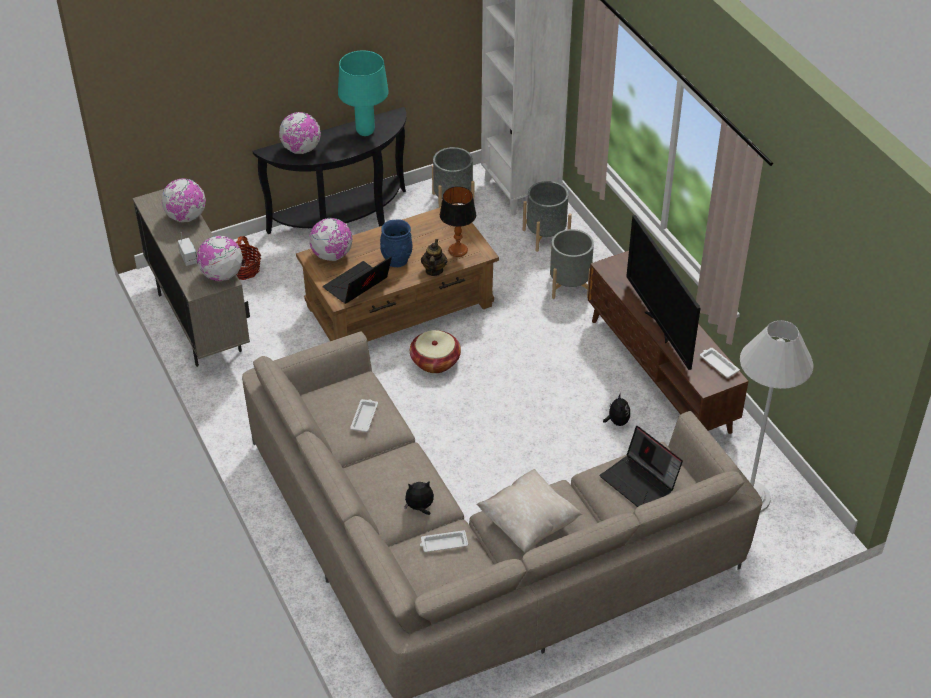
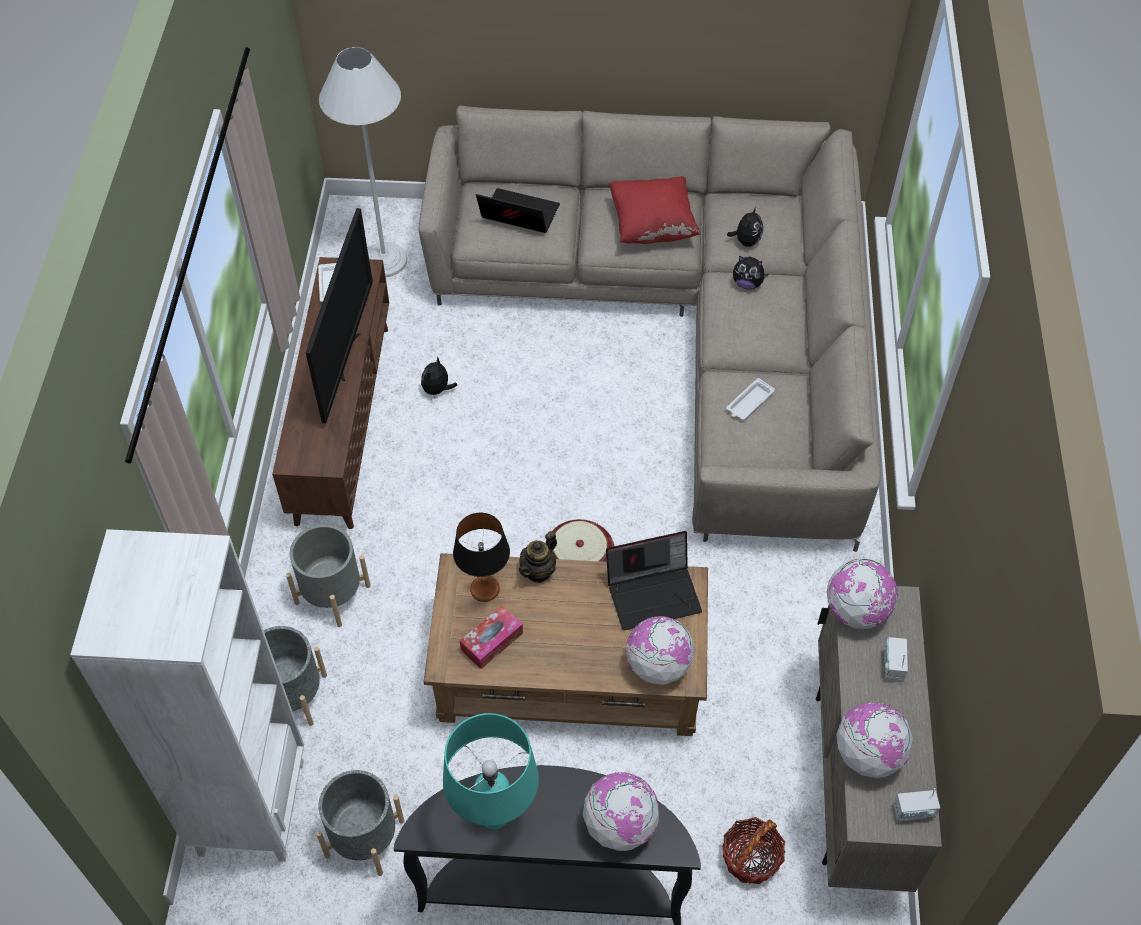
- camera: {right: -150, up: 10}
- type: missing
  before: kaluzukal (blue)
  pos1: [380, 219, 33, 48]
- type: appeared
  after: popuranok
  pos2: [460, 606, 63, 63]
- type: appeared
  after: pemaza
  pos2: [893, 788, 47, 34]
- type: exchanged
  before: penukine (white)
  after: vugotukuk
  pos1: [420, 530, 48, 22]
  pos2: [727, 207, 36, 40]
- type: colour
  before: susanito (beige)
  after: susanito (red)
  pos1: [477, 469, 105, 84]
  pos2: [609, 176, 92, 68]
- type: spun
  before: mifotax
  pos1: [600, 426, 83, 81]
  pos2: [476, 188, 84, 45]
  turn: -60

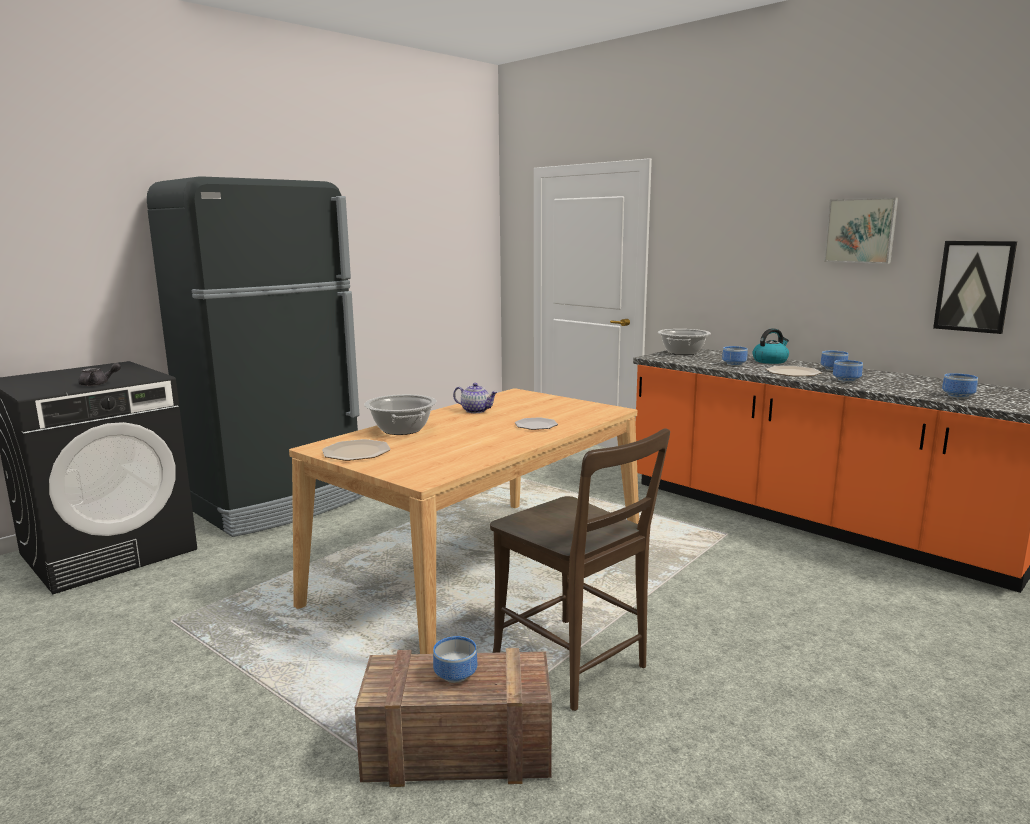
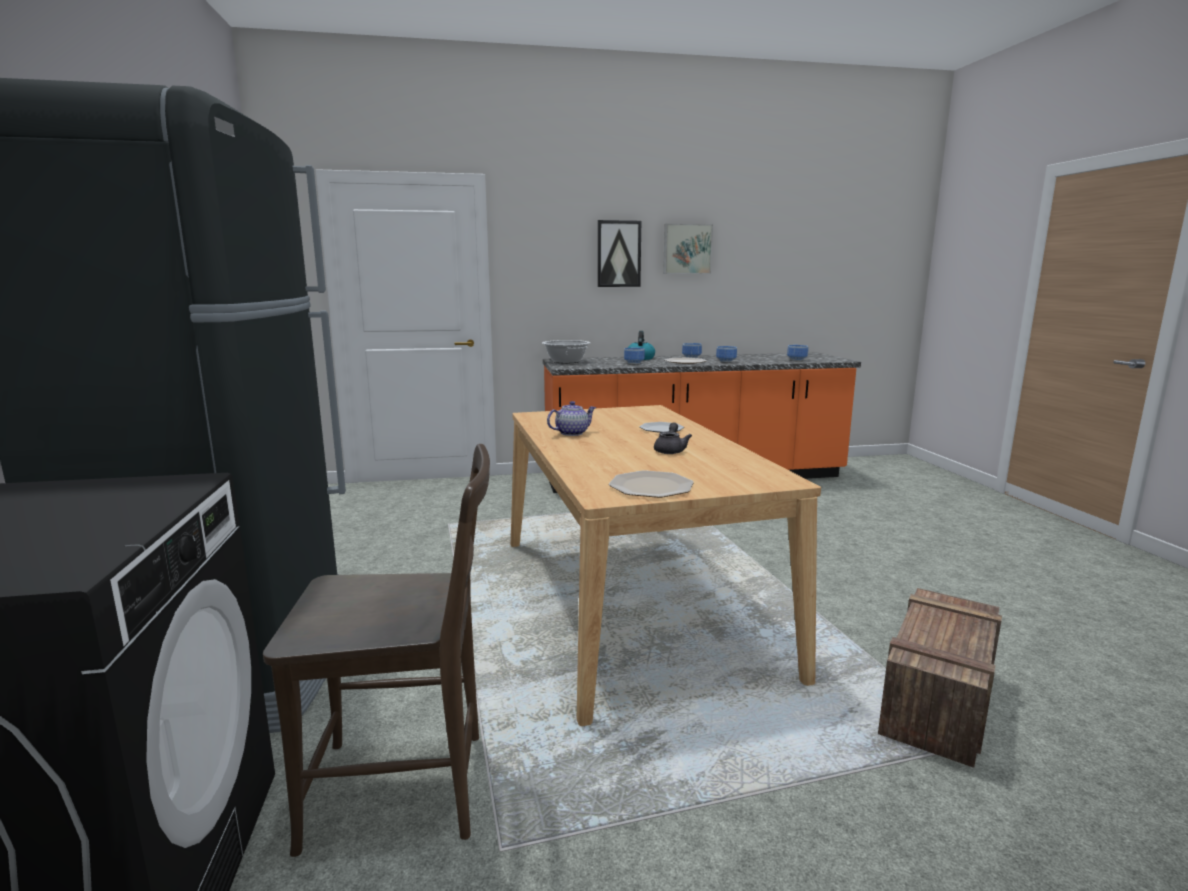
- camera: {right: -55, up: 0}
- type: missing
  before: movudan
  pos1: [364, 394, 73, 41]
- type: missing
  before: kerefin
  pos1: [433, 636, 44, 47]
- type: relocated
  before: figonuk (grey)
  pos1: [78, 363, 43, 23]
  pos2: [654, 422, 38, 32]
- type: relocated
  before: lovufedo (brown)
  pos1: [490, 428, 180, 283]
  pos2: [263, 444, 227, 413]
- type: relocated
  before: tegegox
  pos1: [933, 241, 84, 93]
  pos2: [597, 220, 44, 67]

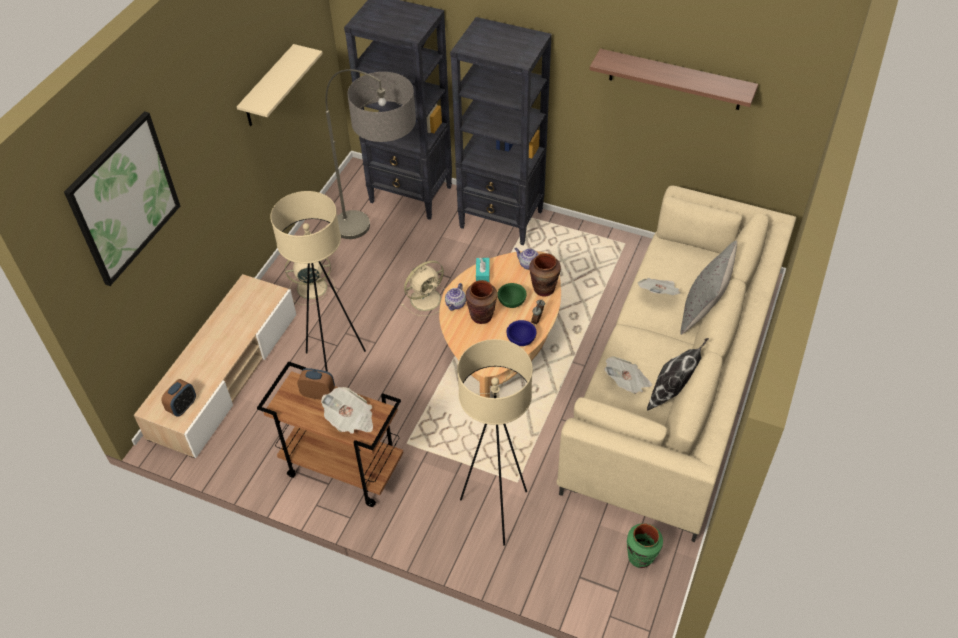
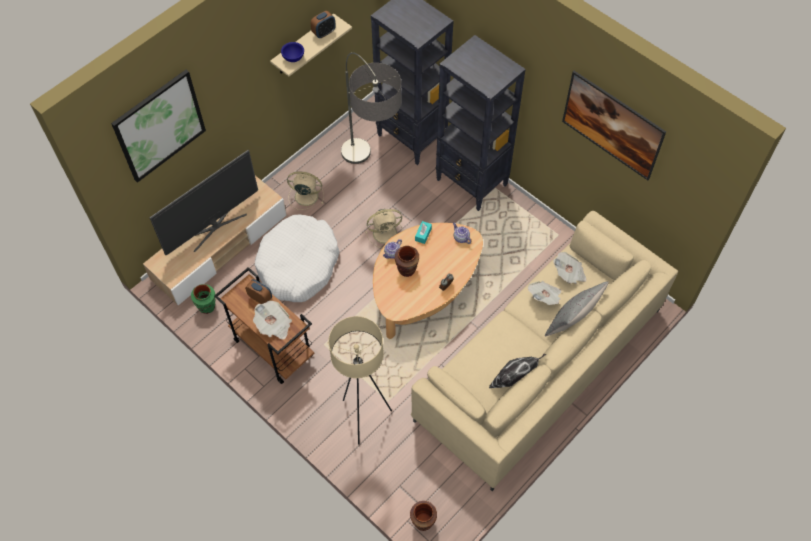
- camera: {right: 20, up: 10}
- type: missing
  before: kerefin (green)
  pos1: [497, 283, 30, 25]
- type: appeared
  after: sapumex
  pos2: [150, 150, 108, 105]
- type: relocated
  before: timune
  pos1: [161, 379, 35, 38]
  pos2: [311, 11, 25, 27]
- type: relocated
  before: kerefin (blue)
  pos1: [507, 320, 30, 26]
  pos2: [281, 42, 23, 20]
- type: relocated
  before: kaluzukal (brown)
  pos1: [529, 253, 32, 43]
  pos2: [410, 501, 27, 30]
- type: relocated
  before: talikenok
  pos1: [604, 356, 48, 38]
  pos2: [553, 252, 34, 32]
- type: relocated
  before: kaluzukal (green)
  pos1: [627, 523, 36, 45]
  pos2: [191, 284, 24, 30]
- type: exchanged
  before: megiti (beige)
  after: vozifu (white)
  pos1: [270, 191, 96, 181]
  pos2: [255, 215, 84, 87]
- type: exchanged
  before: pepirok
  after: tegegox
  pos1: [590, 49, 168, 61]
  pos2: [562, 71, 104, 109]

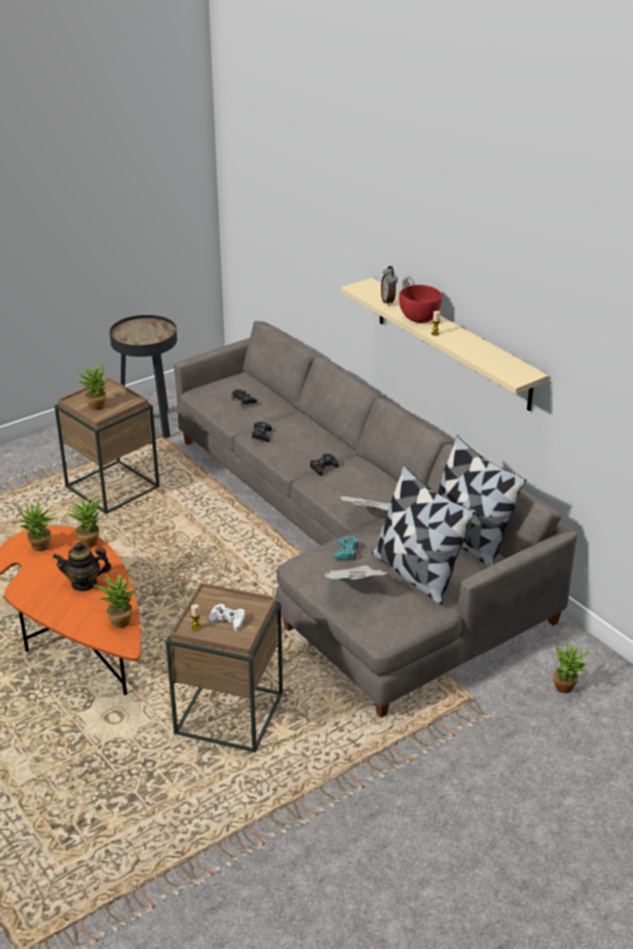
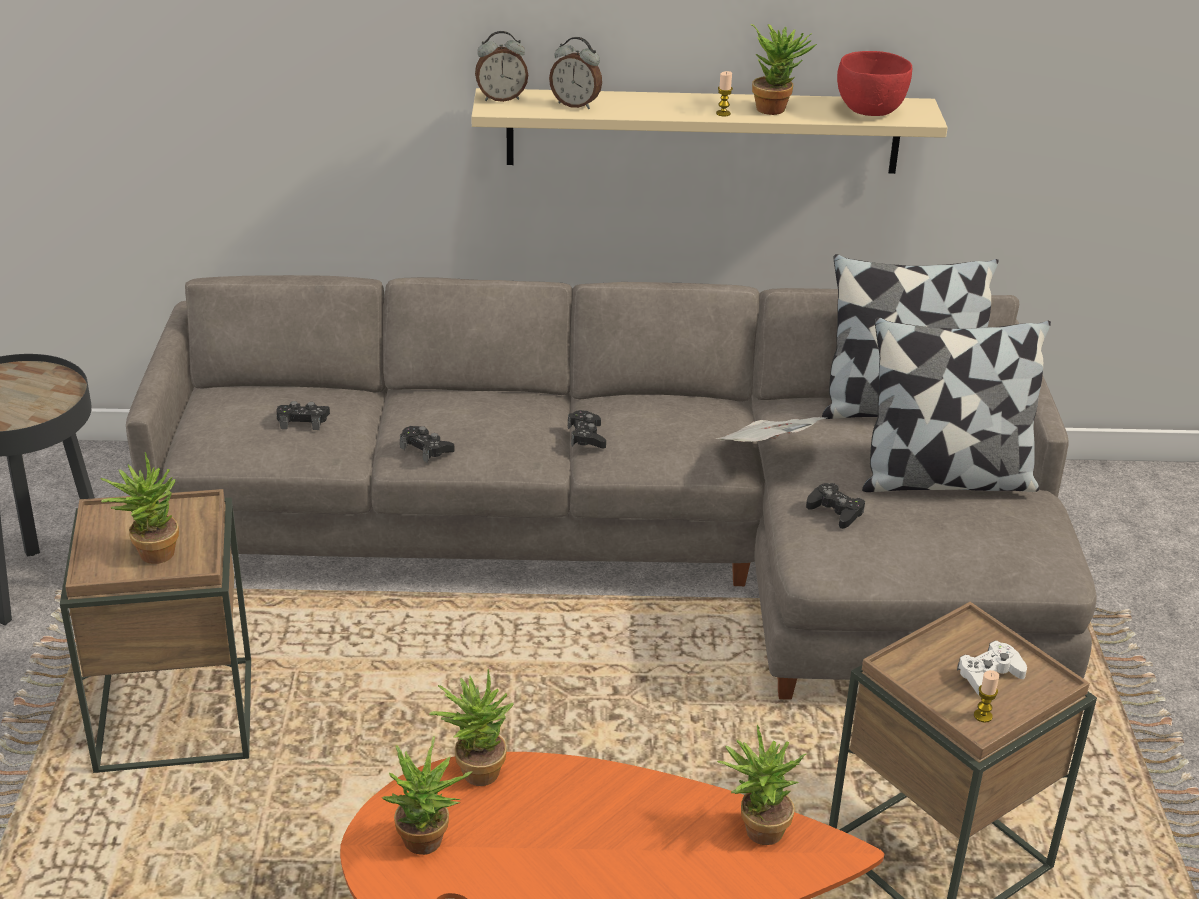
- camera: {right: -55, up: 0}
- type: missing
  before: figonuk
  pos1: [53, 542, 59, 49]
- type: missing
  before: talikenok
  pos1: [324, 566, 63, 14]
- type: appeared
  after: timune
  pos2: [475, 31, 53, 71]
- type: relocated
  before: kerefin (red)
  pos1: [399, 285, 43, 38]
  pos2: [837, 51, 75, 65]
- type: relocated
  before: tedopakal
  pos1: [553, 638, 41, 55]
  pos2: [751, 24, 66, 91]
- type: colour
  before: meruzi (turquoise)
  after: meruzi (black)
  pos1: [334, 537, 24, 23]
  pos2: [806, 483, 59, 46]

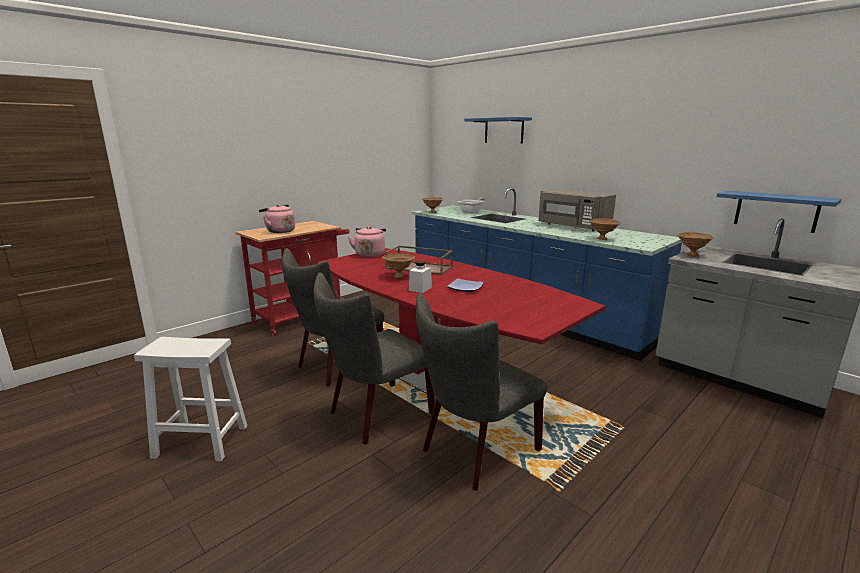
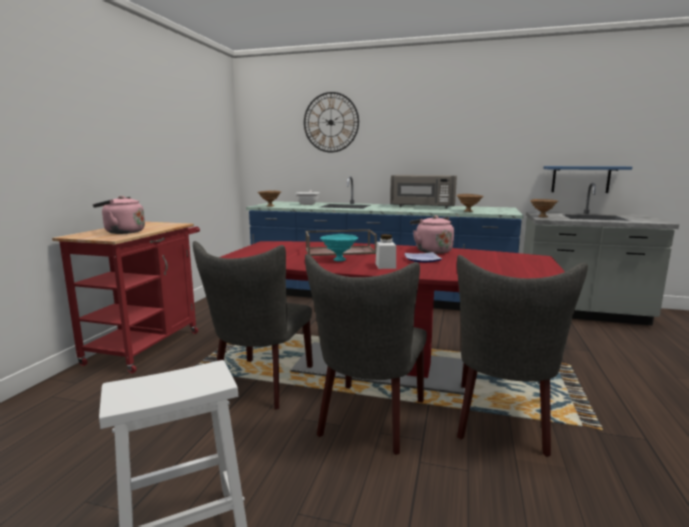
- camera: {right: -30, up: -5}
- type: relocated
  before: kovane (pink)
  pos1: [348, 226, 38, 32]
  pos2: [410, 216, 44, 38]
- type: exchanged
  before: pepirok (blue)
  after: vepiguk
  pos1: [464, 117, 68, 26]
  pos2: [304, 92, 55, 61]
- type: colour
  before: kerefin (brown)
  after: kerefin (turquoise)
  pos1: [382, 253, 33, 25]
  pos2: [320, 234, 38, 27]

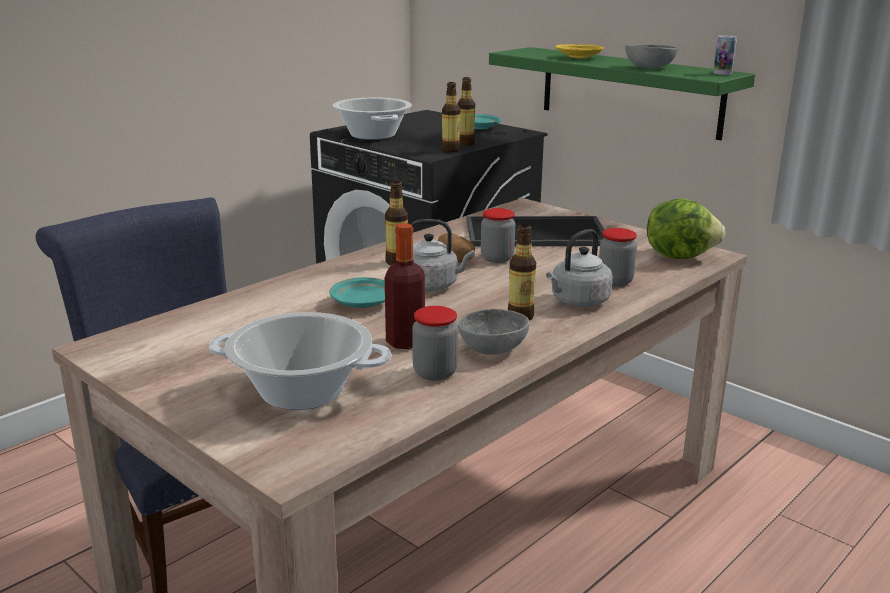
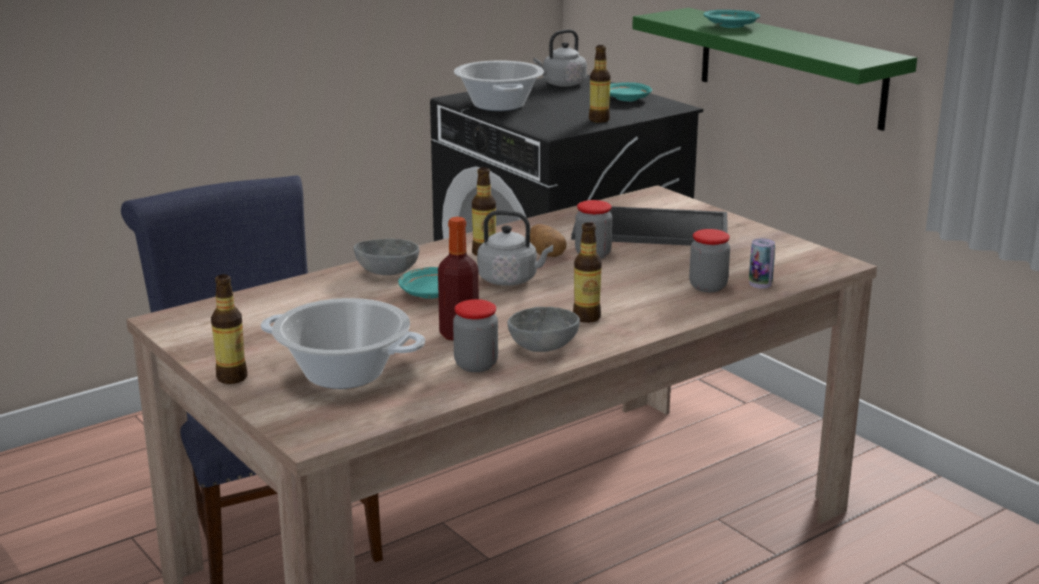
- camera: {right: 10, up: 0}
- type: missing
  before: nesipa
  pos1: [647, 198, 78, 61]
- type: relocated
  before: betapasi
  pos1: [441, 82, 19, 71]
  pos2: [211, 274, 36, 110]
- type: relocated
  before: kovane (grey)
  pos1: [546, 229, 67, 78]
  pos2: [533, 29, 54, 58]
- type: relocated
  before: kerefin (grey)
  pos1: [625, 45, 53, 23]
  pos2: [354, 239, 65, 36]
- type: relocated
  before: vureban
  pos1: [714, 35, 23, 40]
  pos2: [749, 238, 26, 50]
- type: colour
  before: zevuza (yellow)
  after: zevuza (turquoise)
  pos1: [555, 44, 49, 14]
  pos2: [704, 10, 56, 18]

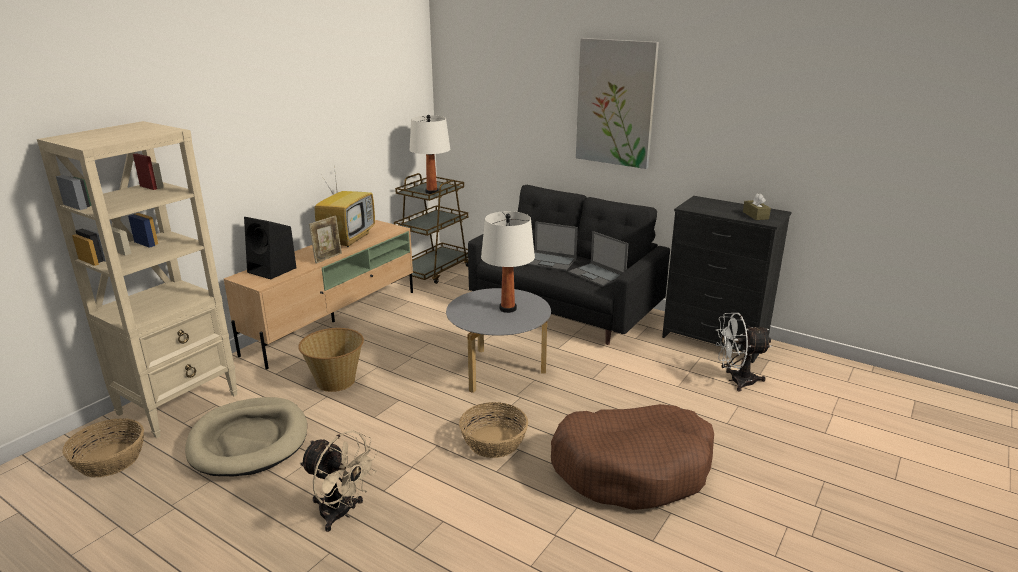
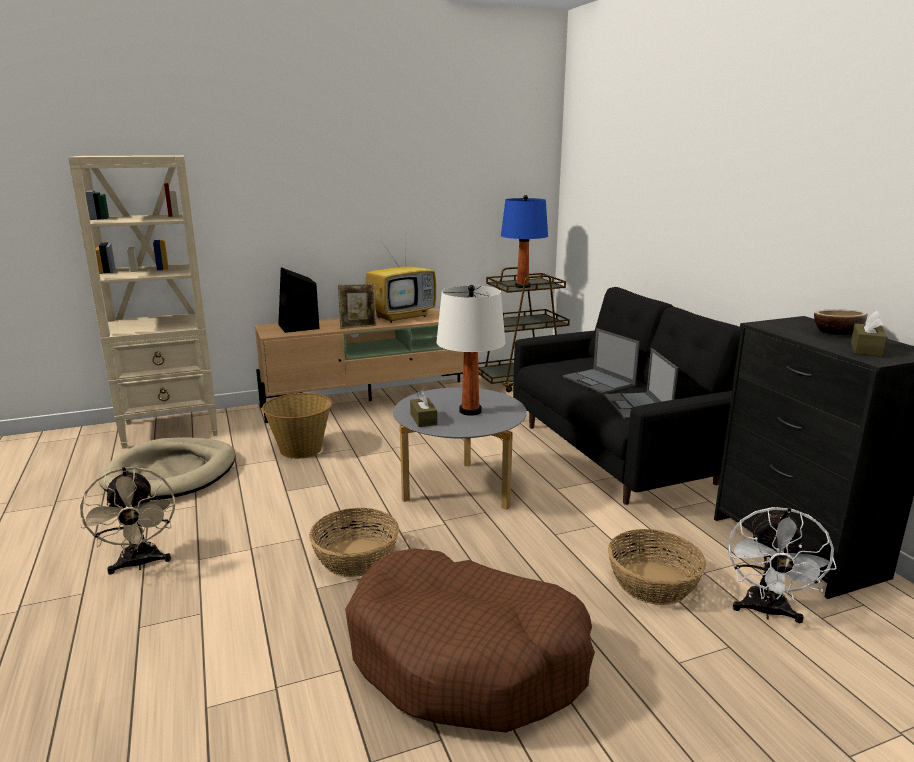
- camera: {right: 35, up: -5}
- type: missing
  before: tegegox
  pos1: [576, 38, 83, 131]
- type: appeared
  after: popuranok (brown)
  pos2: [410, 390, 27, 37]
- type: appeared
  after: kerefin
  pos2: [814, 309, 53, 26]
- type: relocated
  before: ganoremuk
  pos1: [62, 418, 82, 59]
  pos2: [608, 529, 98, 76]
- type: colour
  before: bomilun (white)
  after: bomilun (blue)
  pos1: [409, 115, 41, 79]
  pos2: [501, 195, 47, 93]
- type: spun
  before: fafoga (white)
  pos1: [716, 313, 56, 79]
  pos2: [728, 507, 109, 116]
  turn: -105

